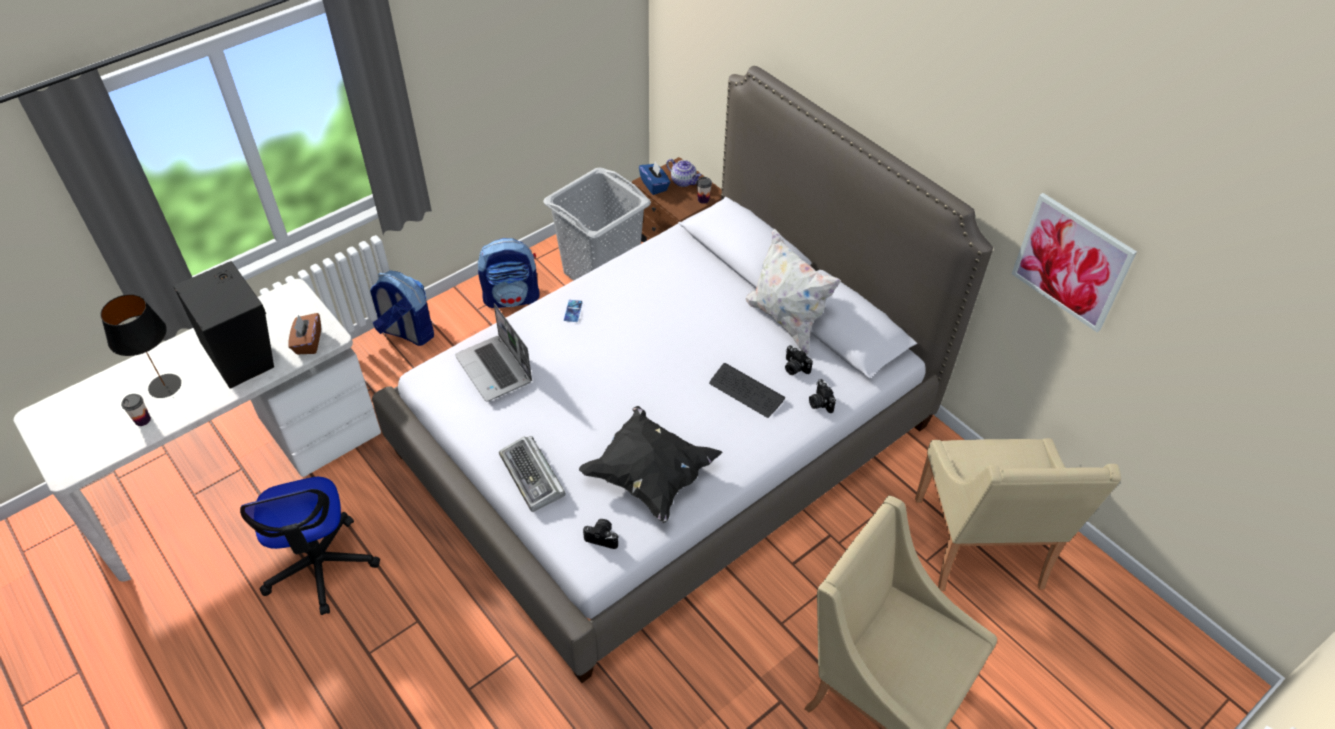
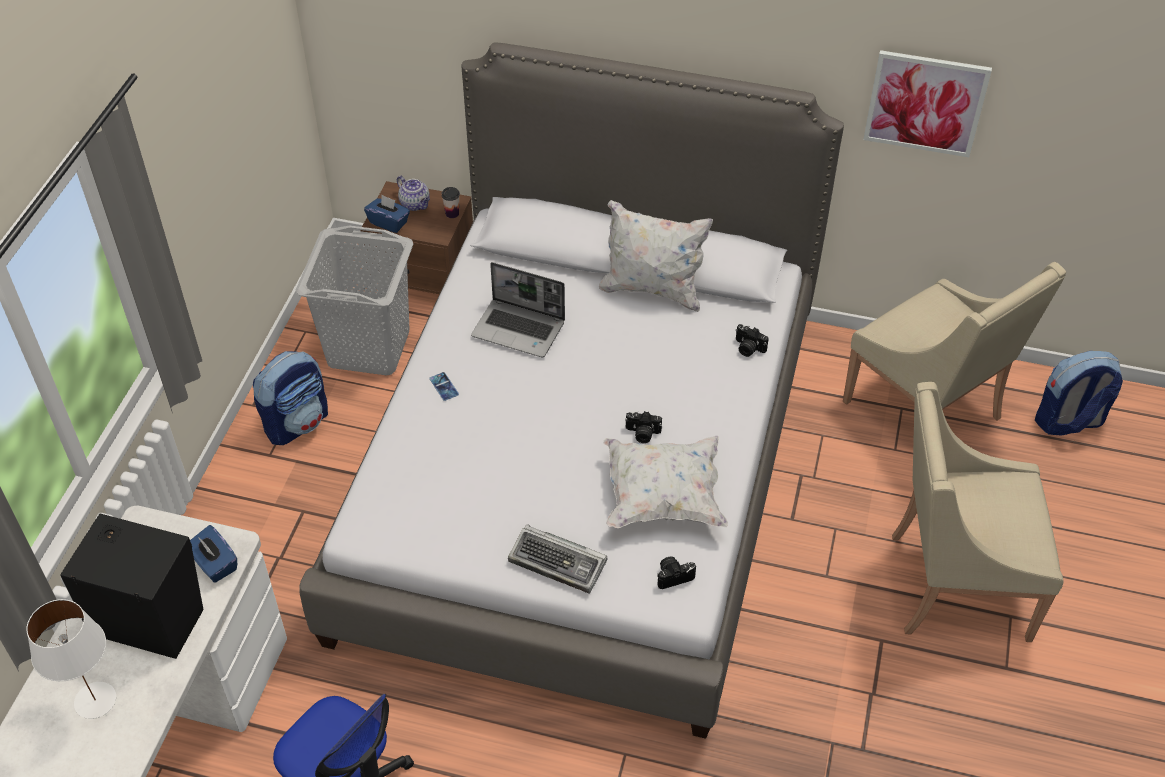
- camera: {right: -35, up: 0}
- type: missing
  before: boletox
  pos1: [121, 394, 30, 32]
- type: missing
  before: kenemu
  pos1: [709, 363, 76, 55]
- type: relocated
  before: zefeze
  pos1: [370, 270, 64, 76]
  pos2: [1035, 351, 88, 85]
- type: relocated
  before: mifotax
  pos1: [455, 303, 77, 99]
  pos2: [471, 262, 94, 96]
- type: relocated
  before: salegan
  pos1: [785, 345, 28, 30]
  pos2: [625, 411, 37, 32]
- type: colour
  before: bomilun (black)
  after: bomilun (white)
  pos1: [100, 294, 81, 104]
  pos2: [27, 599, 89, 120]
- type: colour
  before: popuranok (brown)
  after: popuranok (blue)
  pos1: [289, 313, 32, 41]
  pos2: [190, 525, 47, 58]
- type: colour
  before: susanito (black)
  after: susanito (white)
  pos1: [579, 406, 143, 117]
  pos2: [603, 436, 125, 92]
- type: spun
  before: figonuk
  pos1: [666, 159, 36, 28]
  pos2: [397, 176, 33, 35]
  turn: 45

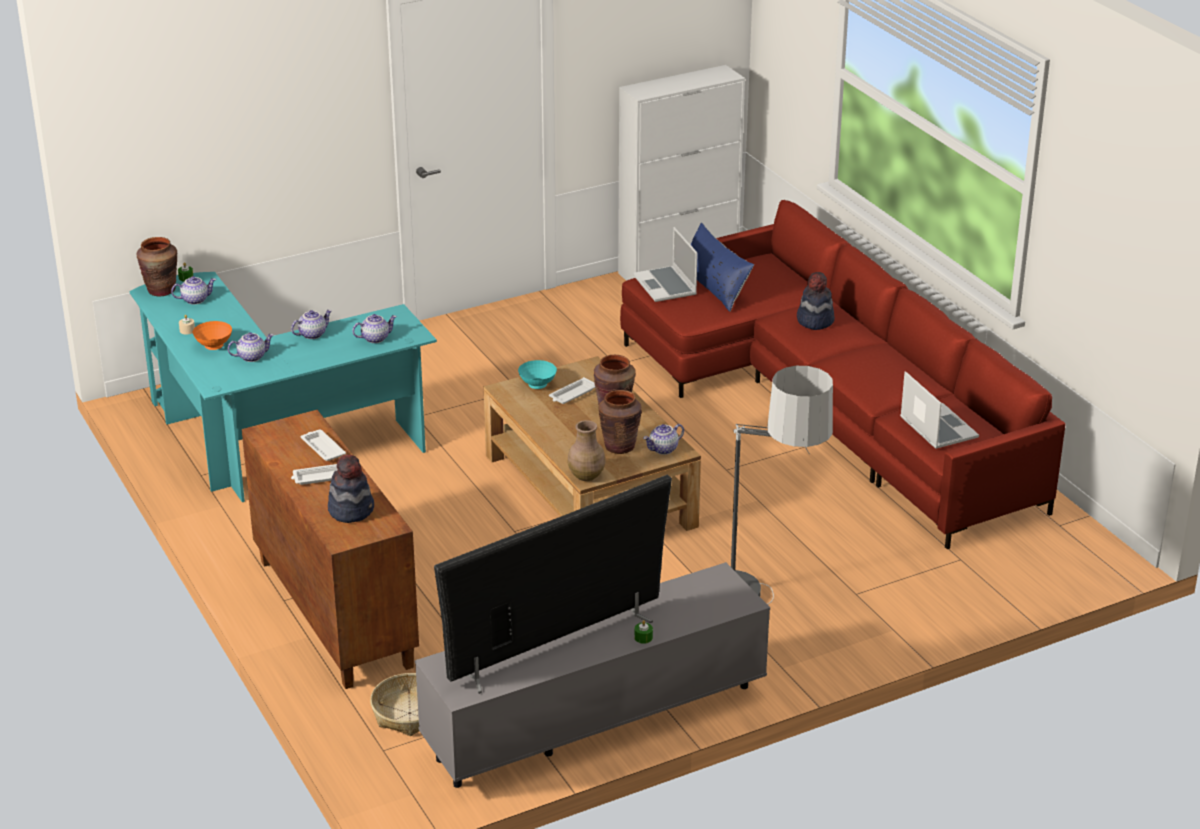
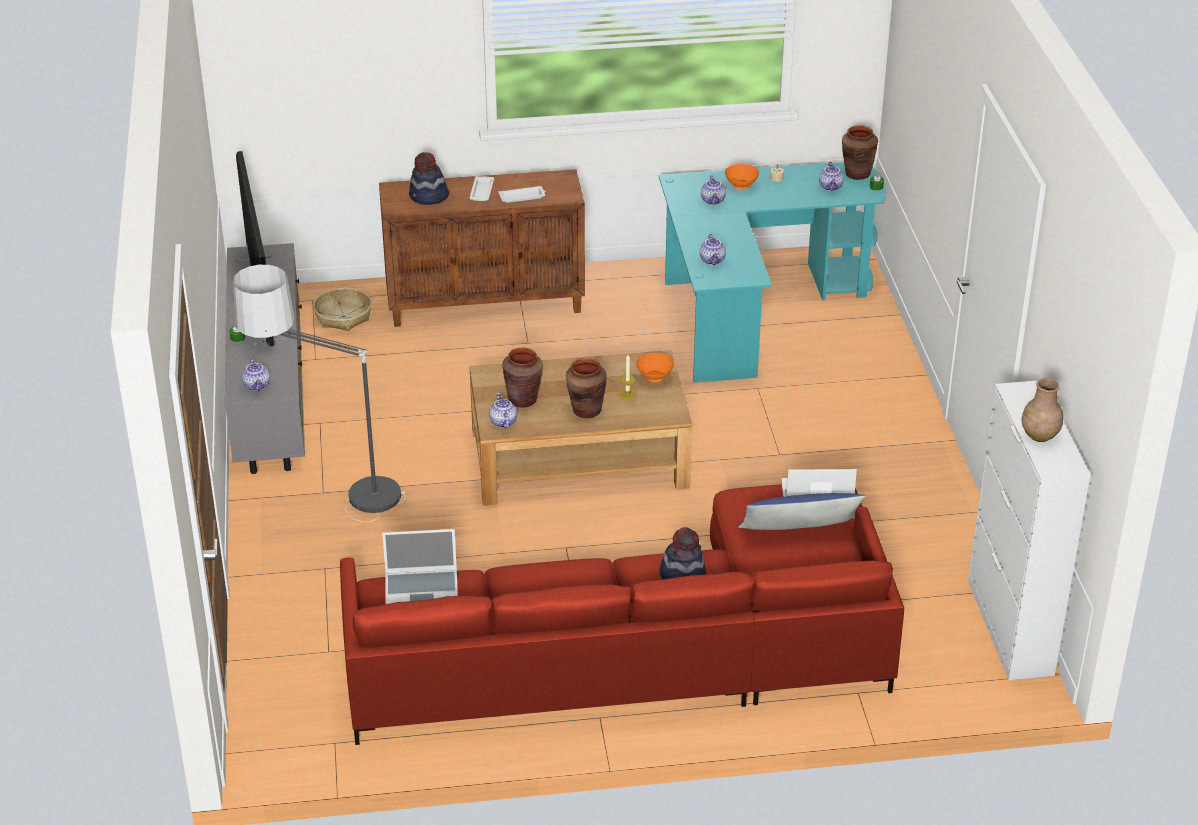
- camera: {right: 110, up: 5}
- type: relocated
  before: figonuk
  pos1: [291, 310, 41, 29]
  pos2: [242, 358, 28, 33]
- type: relocated
  before: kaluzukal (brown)
  pos1: [567, 420, 38, 61]
  pos2: [1022, 378, 41, 64]
- type: exchanged
  before: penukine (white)
  after: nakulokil
  pos1: [549, 377, 46, 27]
  pos2: [619, 355, 18, 44]
- type: colour
  before: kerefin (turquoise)
  after: kerefin (orange)
  pos1: [518, 360, 39, 29]
  pos2: [636, 353, 38, 29]

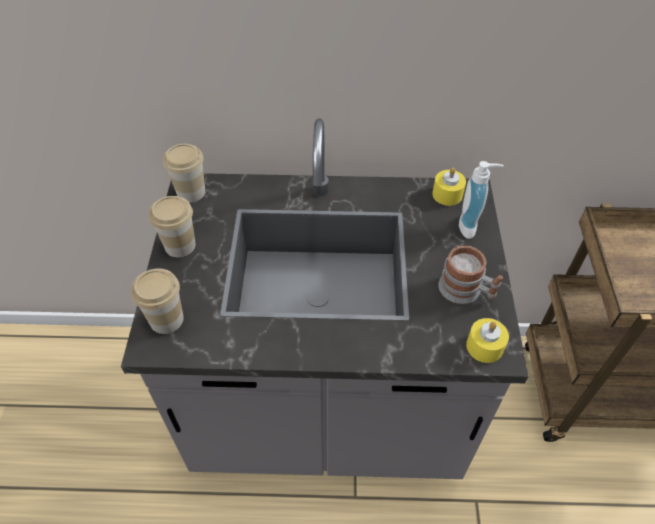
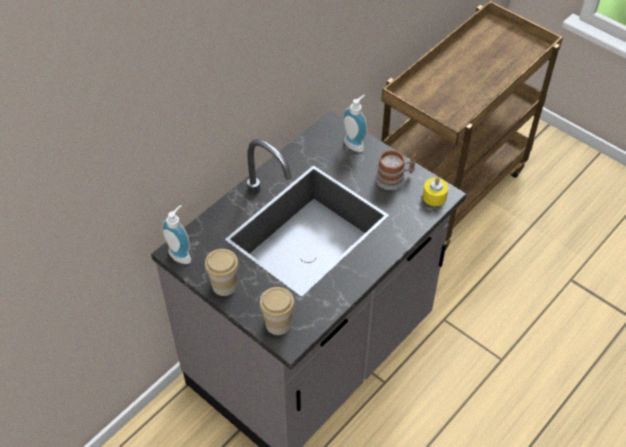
- camera: {right: -50, up: 0}
- type: missing
  before: nakulokil (yellow)
  pos1: [432, 168, 34, 38]
- type: exchanged
  before: boletox
  after: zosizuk
  pos1: [163, 144, 42, 59]
  pos2: [161, 205, 30, 59]

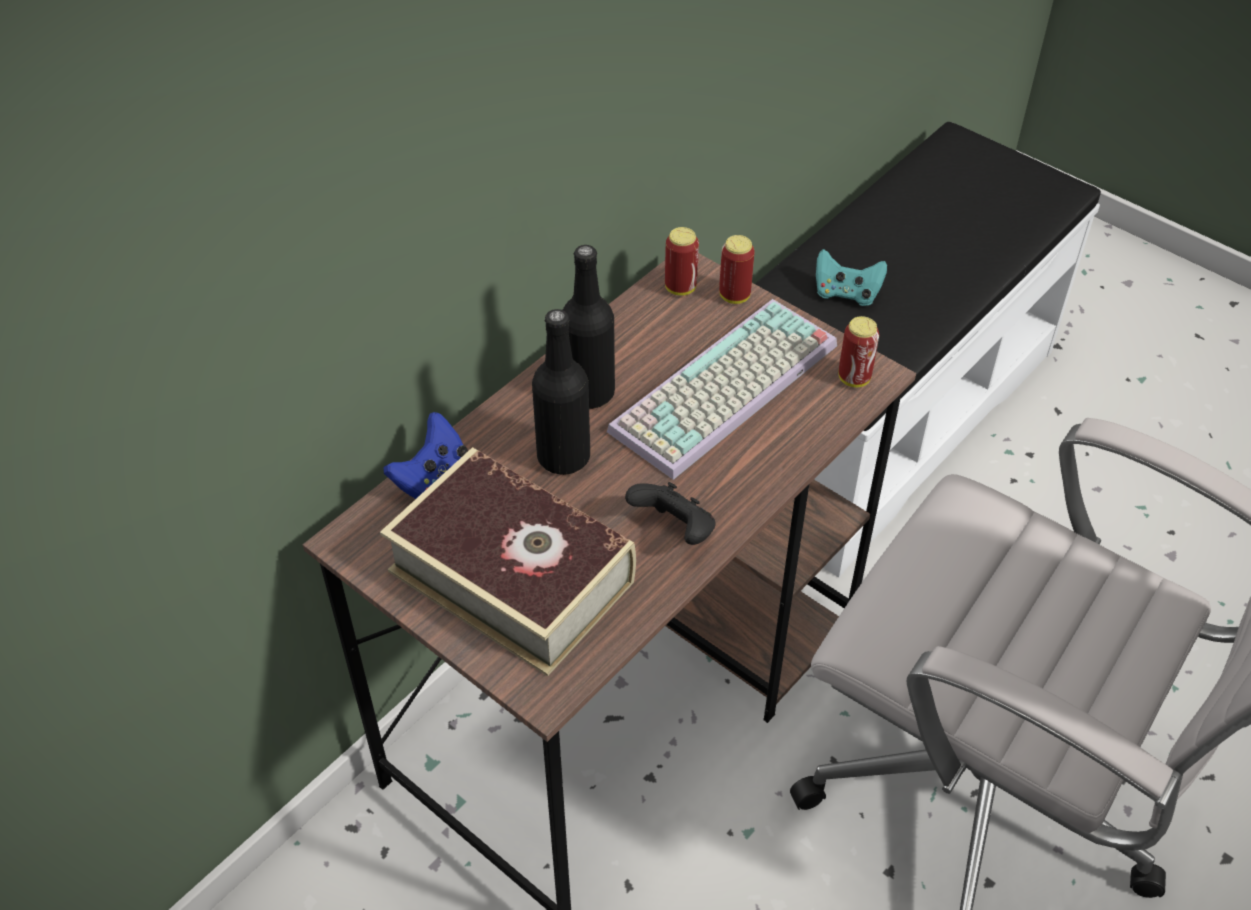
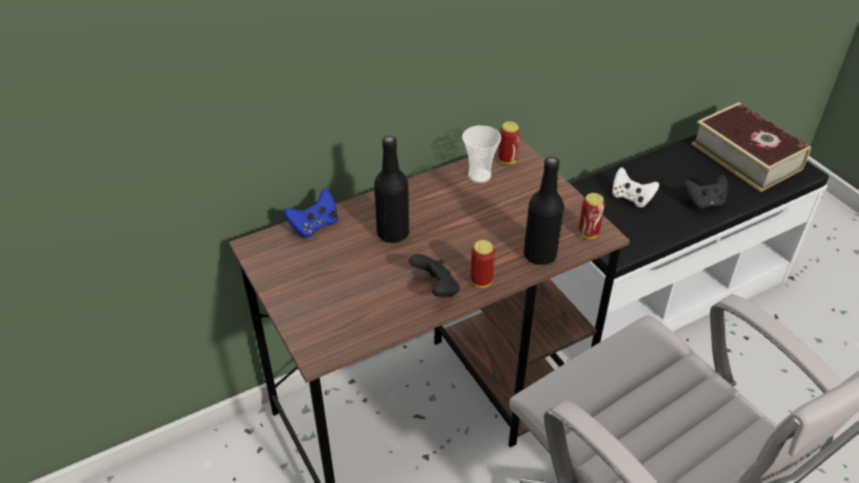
- camera: {right: 20, up: -5}
- type: missing
  before: kenemu
  pos1: [607, 299, 230, 181]
- type: appeared
  after: boletox
  pos2: [462, 125, 39, 58]
- type: appeared
  after: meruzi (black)
  pos2: [684, 174, 44, 35]
- type: relocated
  before: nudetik
  pos1: [380, 447, 256, 229]
  pos2: [691, 102, 120, 90]
- type: relocated
  before: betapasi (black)
  pos1: [563, 245, 52, 164]
  pos2: [524, 157, 40, 108]
- type: relocated
  before: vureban
  pos1: [719, 235, 36, 69]
  pos2: [470, 240, 25, 48]
- type: colour
  before: meruzi (turquoise)
  after: meruzi (white)
  pos1: [816, 249, 71, 57]
  pos2: [612, 167, 47, 40]

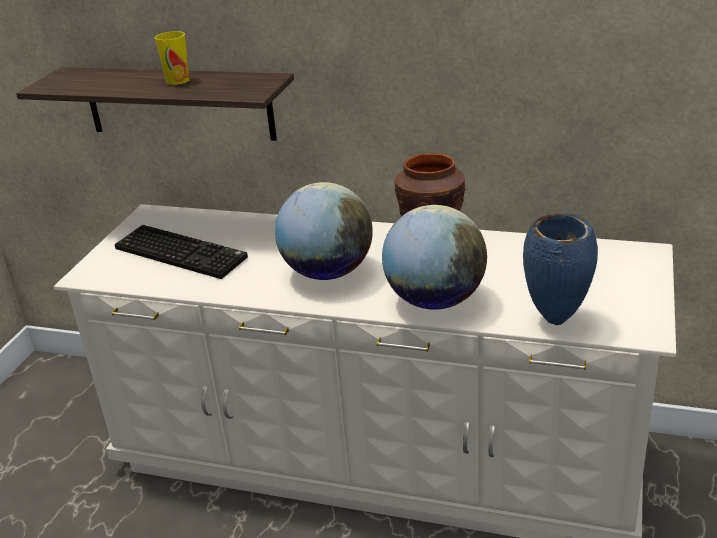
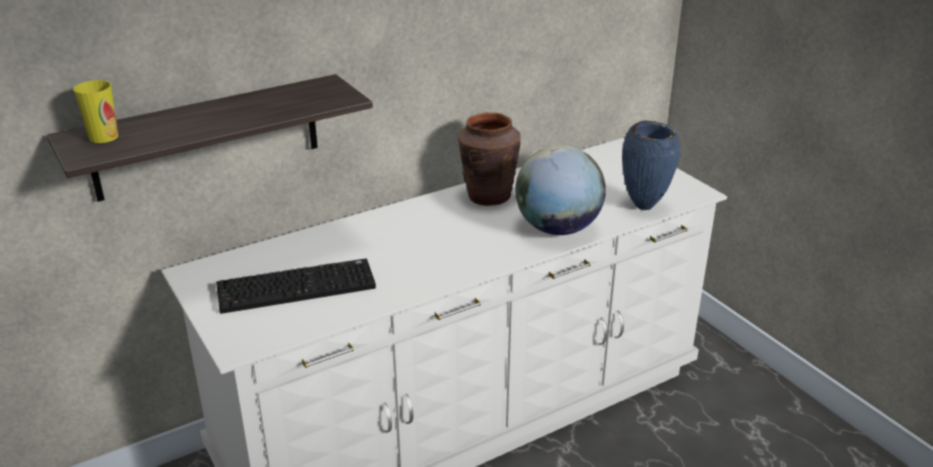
- camera: {right: -50, up: 0}
- type: missing
  before: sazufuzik
  pos1: [275, 182, 98, 98]
- type: relocated
  before: boletox
  pos1: [154, 31, 36, 54]
  pos2: [73, 80, 45, 63]

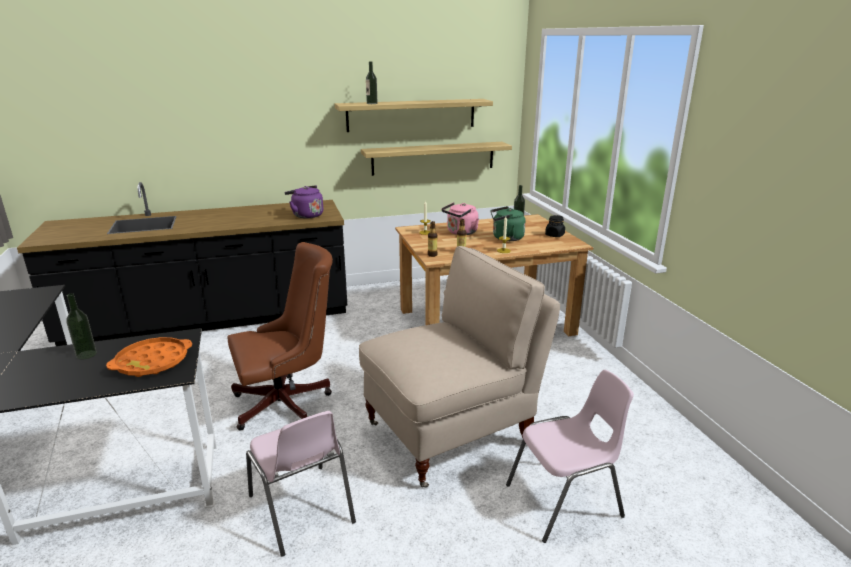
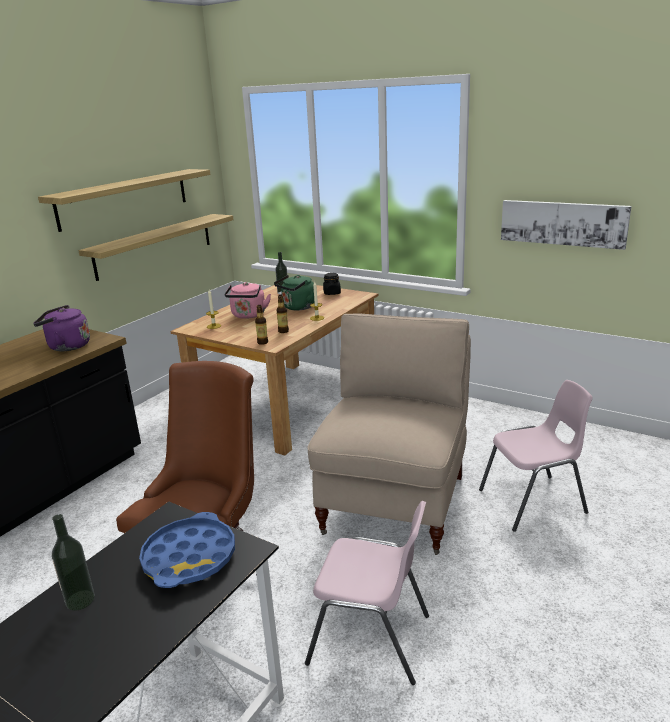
- camera: {right: -40, up: 0}
- type: missing
  before: betapasi
  pos1: [366, 62, 11, 42]
- type: appeared
  after: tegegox
  pos2: [501, 200, 130, 50]
- type: colour
  before: penukine (orange)
  after: penukine (blue)
  pos1: [106, 337, 86, 40]
  pos2: [139, 512, 96, 76]
- type: spun
  before: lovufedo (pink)
  pos1: [506, 370, 128, 173]
  pos2: [479, 380, 113, 152]
  turn: 45

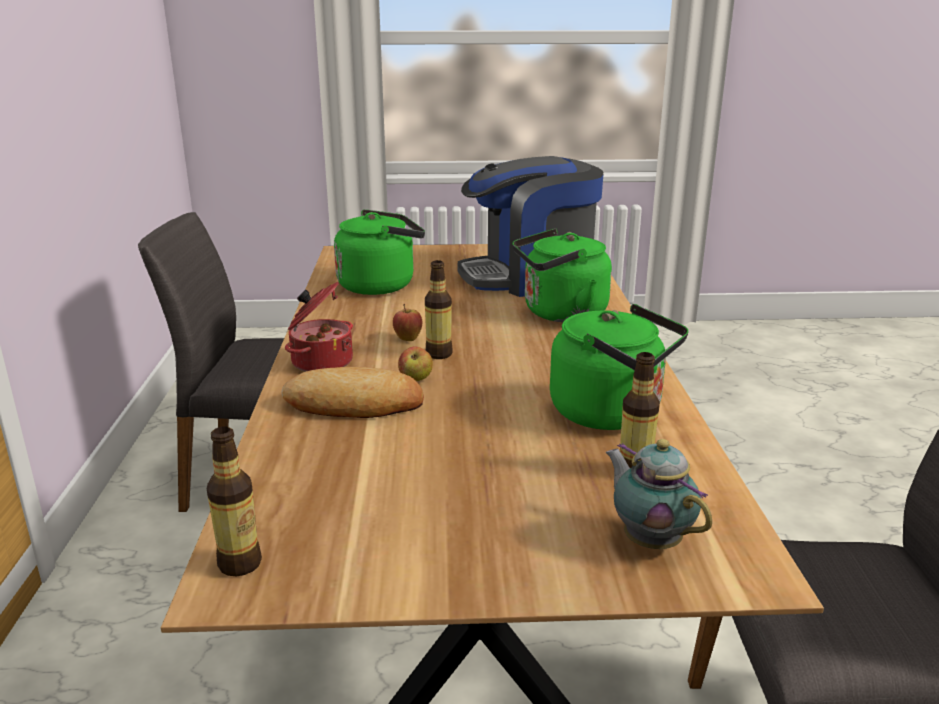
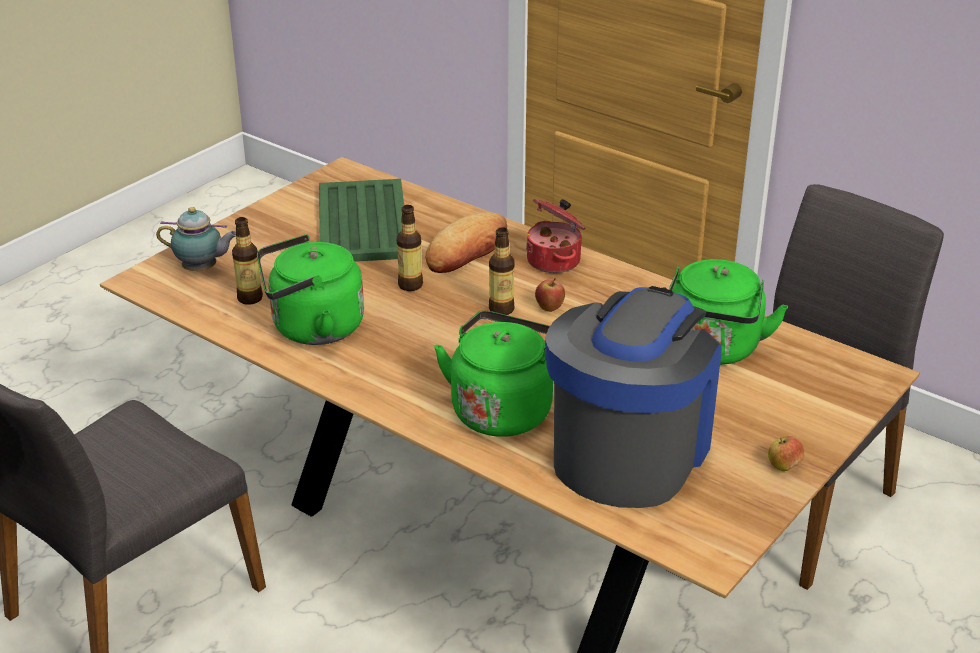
- camera: {right: 130, up: 10}
- type: appeared
  after: penukine (green)
  pos2: [319, 179, 85, 83]
- type: relocated
  before: betapasi
  pos1: [207, 426, 55, 150]
  pos2: [397, 205, 26, 86]
- type: relocated
  before: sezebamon
  pos1: [398, 347, 35, 34]
  pos2: [768, 436, 36, 35]

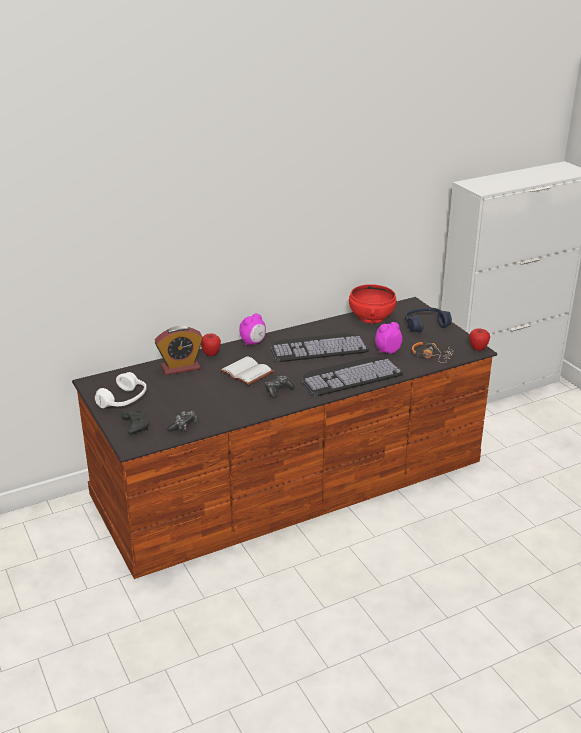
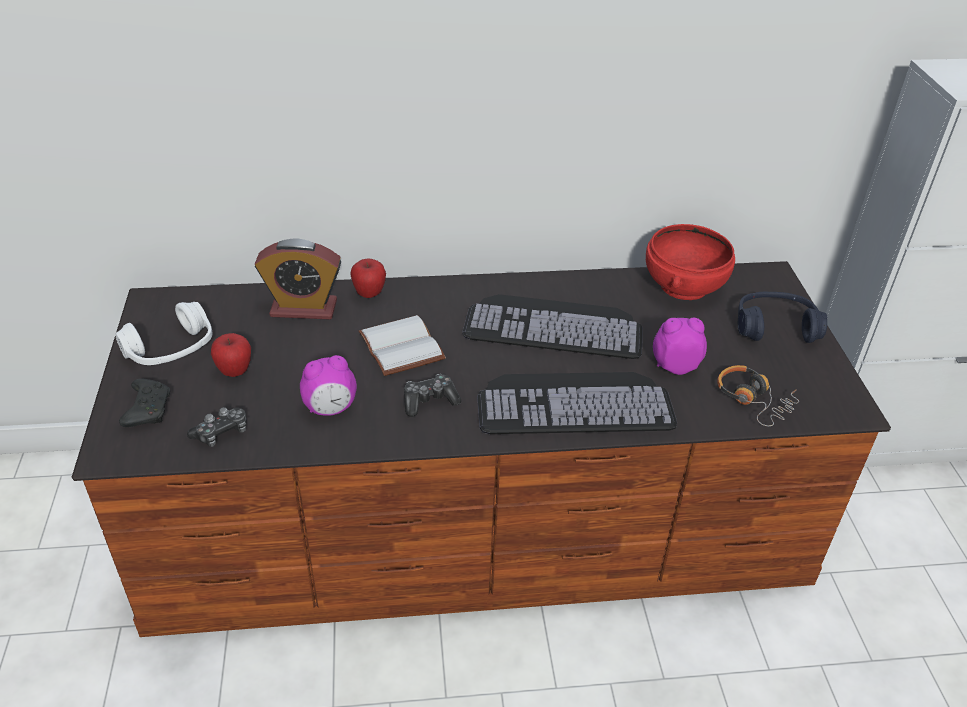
- camera: {right: 20, up: 10}
- type: relocated
  before: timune
  pos1: [239, 314, 27, 31]
  pos2: [300, 355, 57, 61]
- type: relocated
  before: sezebamon
  pos1: [469, 328, 21, 23]
  pos2: [211, 333, 40, 44]

